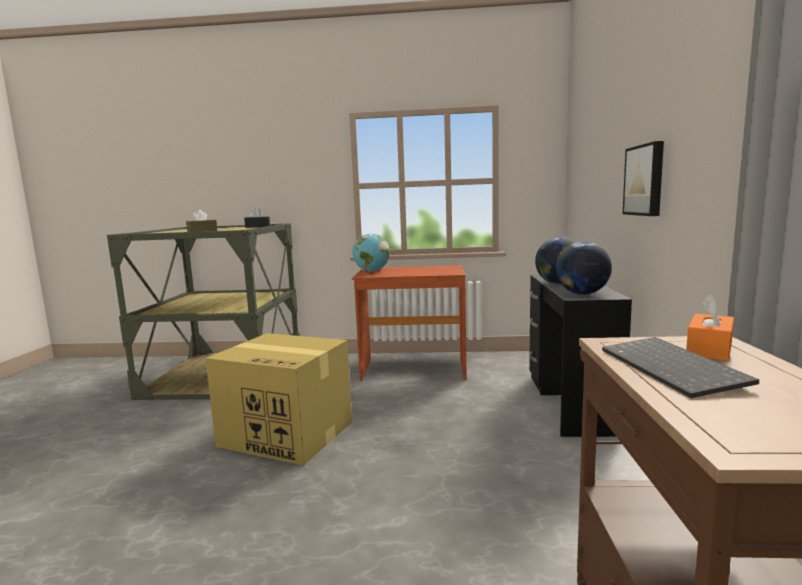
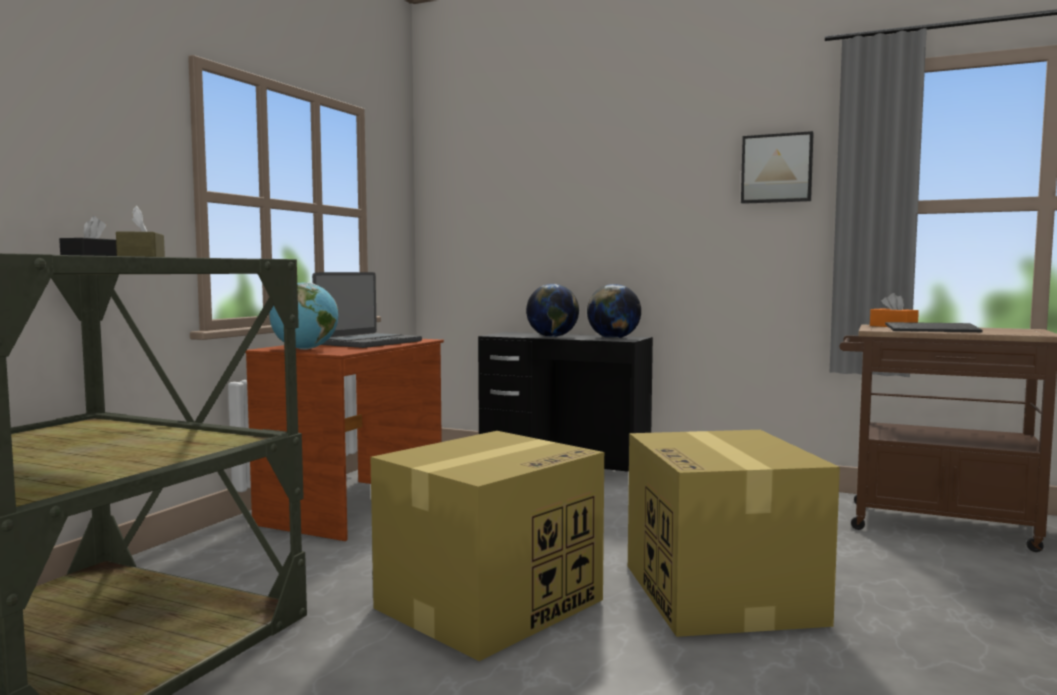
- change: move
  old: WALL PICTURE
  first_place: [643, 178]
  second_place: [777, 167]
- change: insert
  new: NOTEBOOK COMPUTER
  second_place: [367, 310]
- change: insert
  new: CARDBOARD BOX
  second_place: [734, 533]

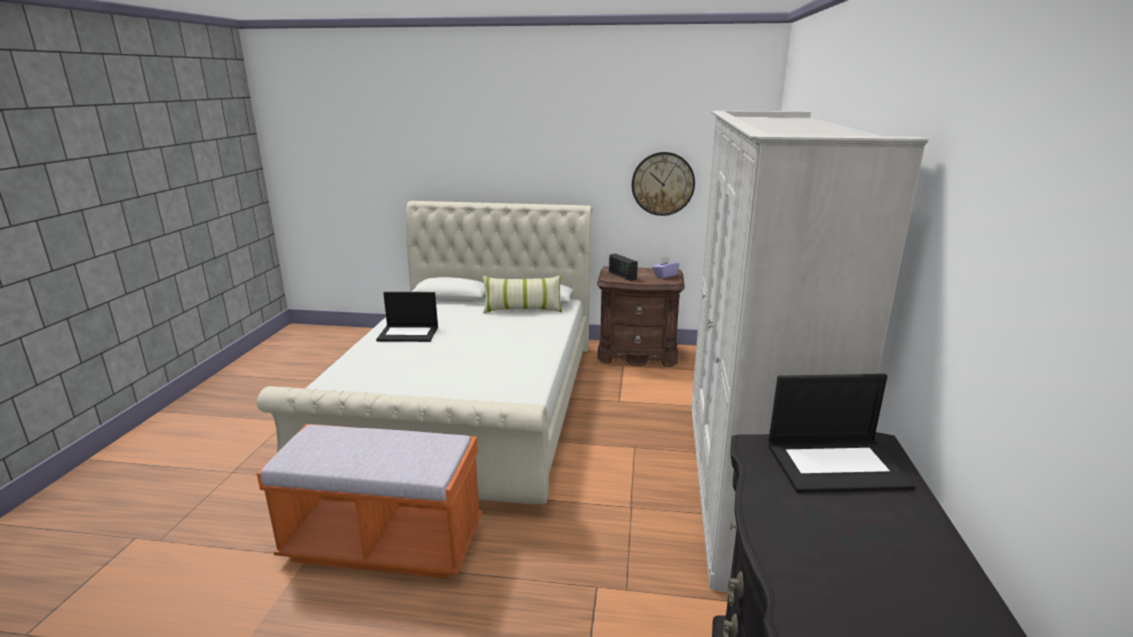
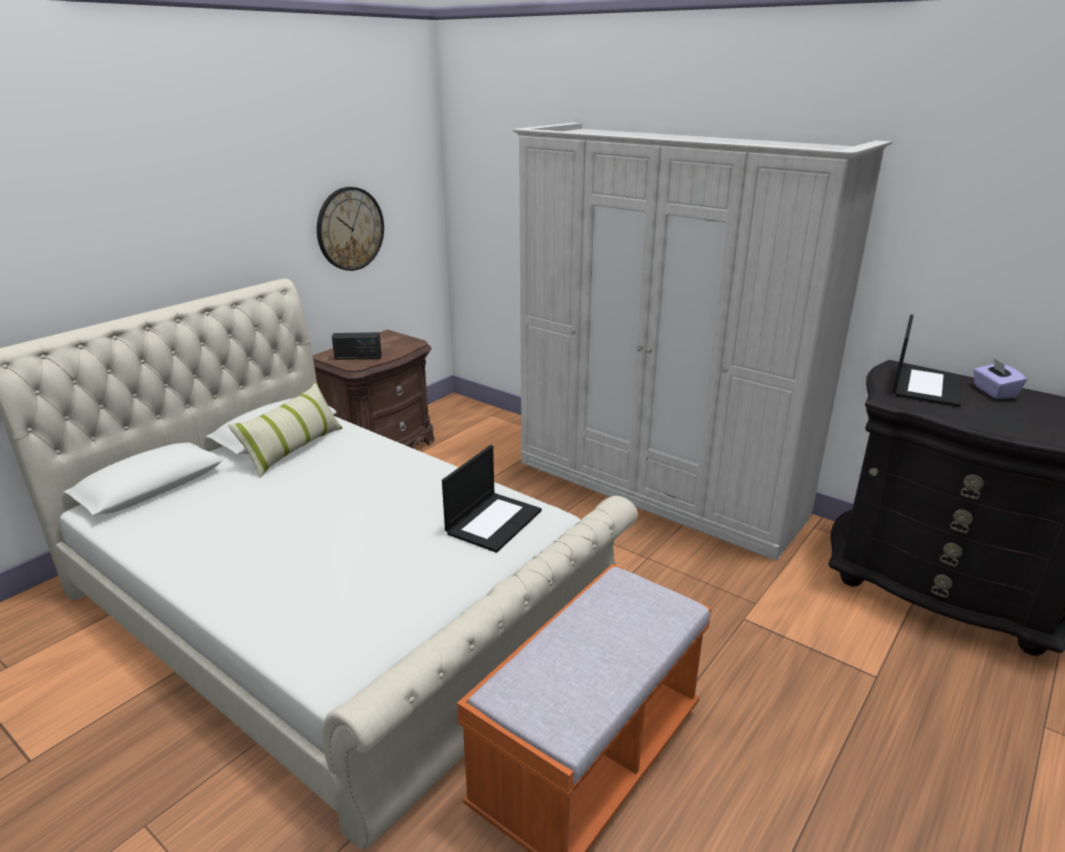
- change: move
  old: PURPLISH TISSUE BOX
  first_place: [666, 267]
  second_place: [1000, 378]
- change: move
  old: NOTEBOOK COMPUTER
  first_place: [407, 317]
  second_place: [492, 499]

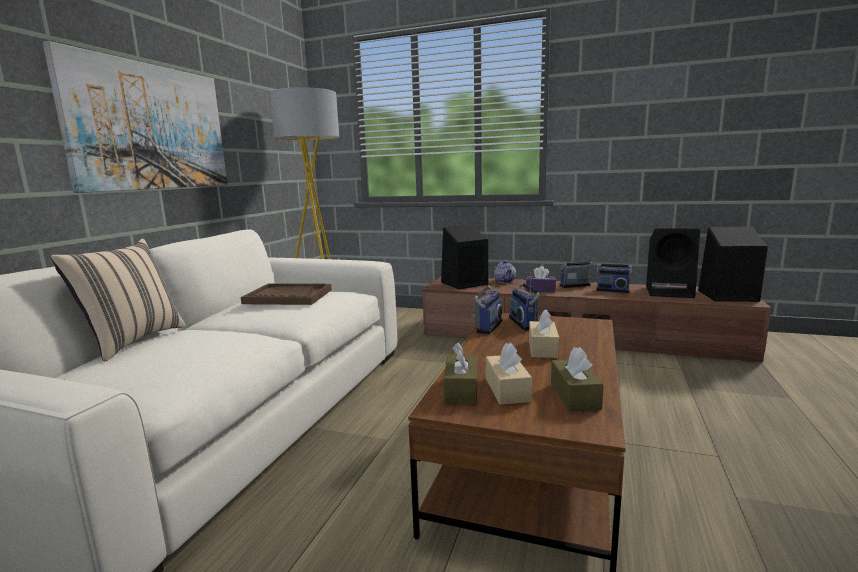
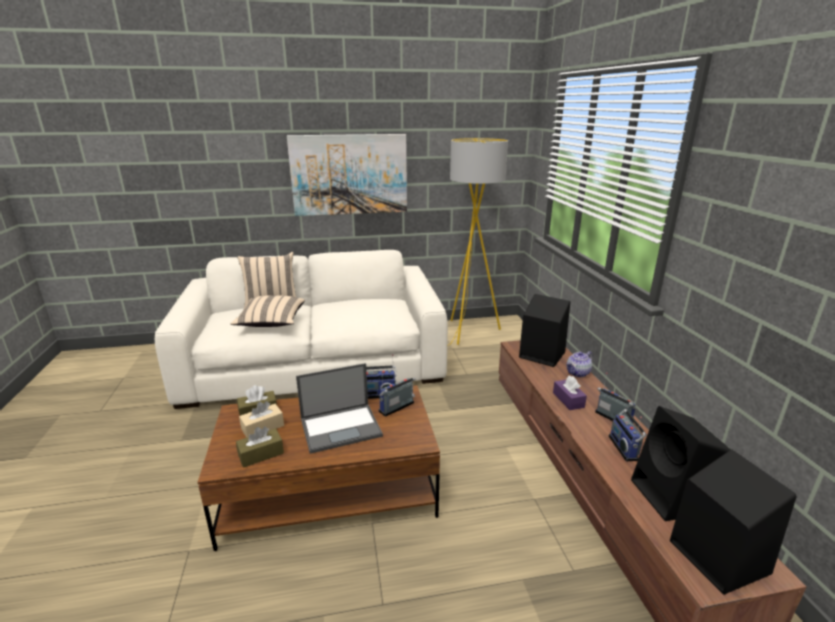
- change: delete
  old: BROWN-COLOURED TRAY
  first_place: [286, 294]
- change: replace
  old: BEIGE-COLOURED TISSUE BOX
  new: NOTEBOOK COMPUTER
  first_place: [544, 334]
  second_place: [339, 408]
- change: insert
  new: BEIGE-COLOURED CUSHION
  second_place: [268, 311]

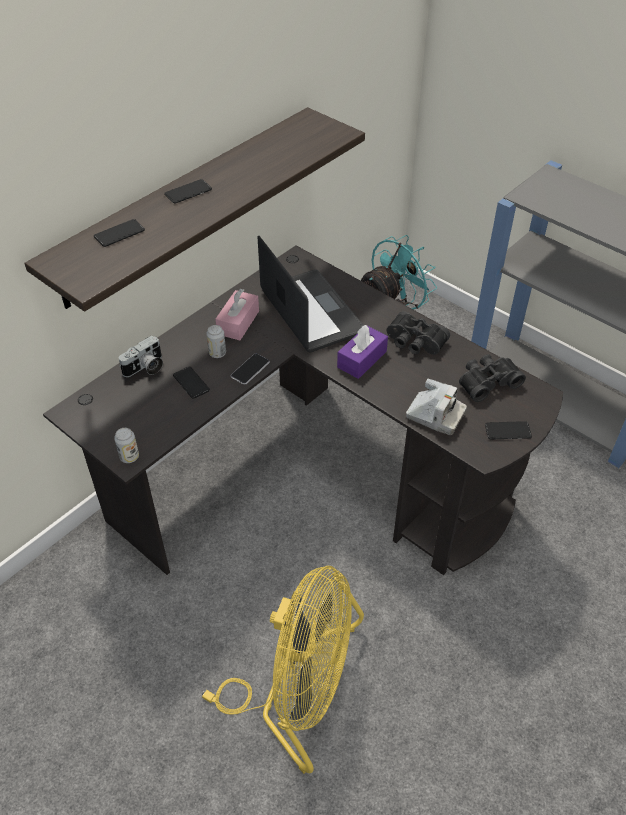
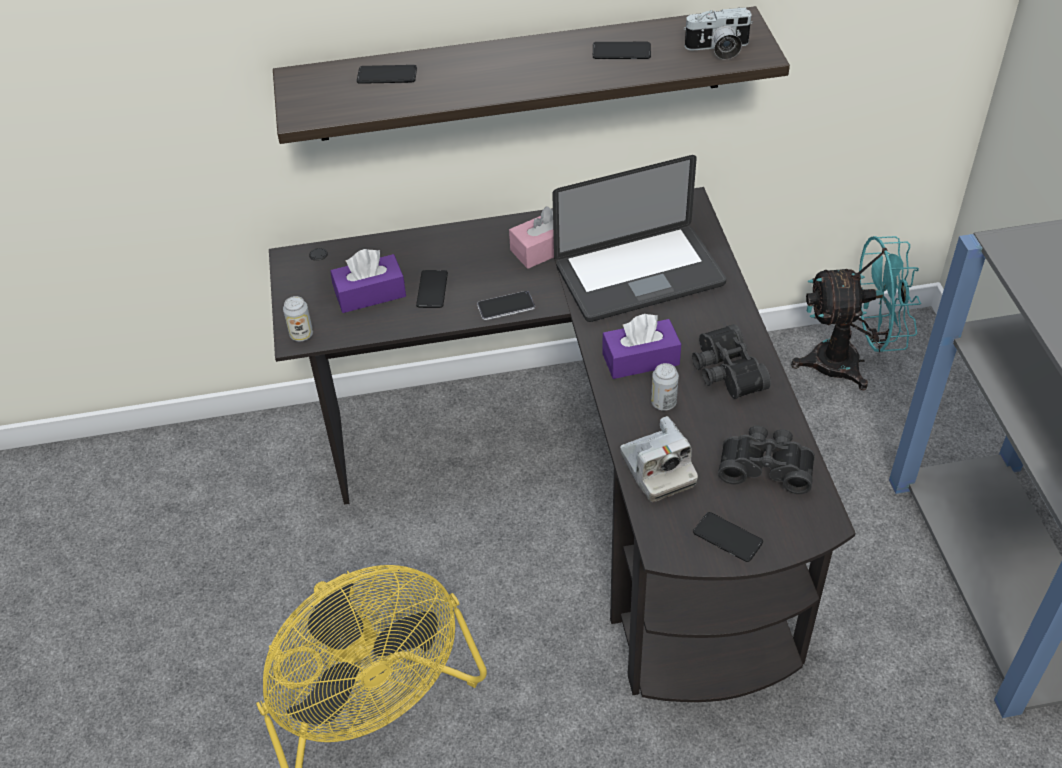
- change: move
  old: HANDSET
  first_place: [188, 191]
  second_place: [622, 50]
- change: rotate
  old: NOTEBOOK COMPUTER
  first_place: [311, 294]
  second_place: [639, 238]
  degrees: 60
- change: move
  old: CAN
  first_place: [216, 341]
  second_place: [665, 387]
- change: move
  old: STILL CAMERA
  first_place: [141, 356]
  second_place: [718, 33]
- change: insert
  new: PURPLISH TISSUE BOX
  second_place: [368, 281]

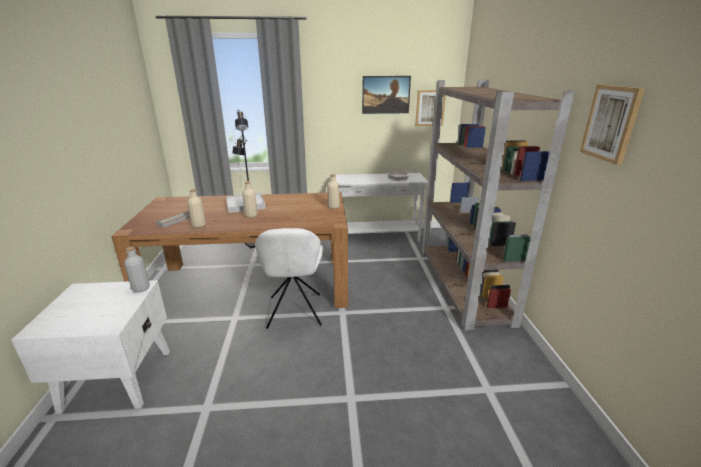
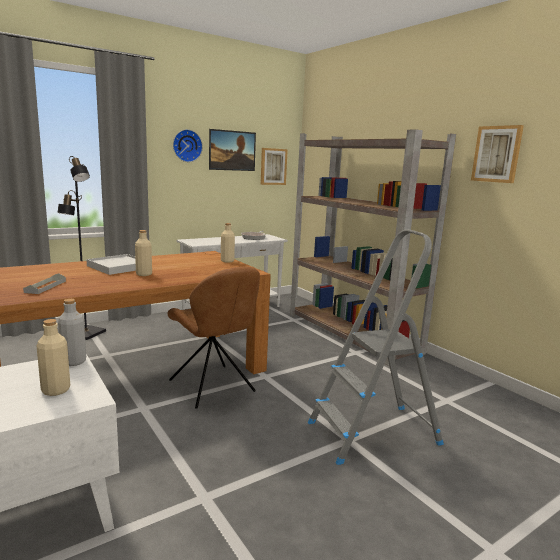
- change: move
  old: BEIGE-COLOURED DRINK BOTTLE
  first_place: [196, 208]
  second_place: [53, 357]
- change: recolor
  old: WHITE-COLOURED UPRIGHT CHAIR
  new: BROWN-COLOURED UPRIGHT CHAIR
  first_place: [289, 278]
  second_place: [213, 338]
- change: insert
  new: HANGING CLOCK
  second_place: [188, 145]
- change: insert
  new: GREYISH STEP STOOL
  second_place: [376, 347]

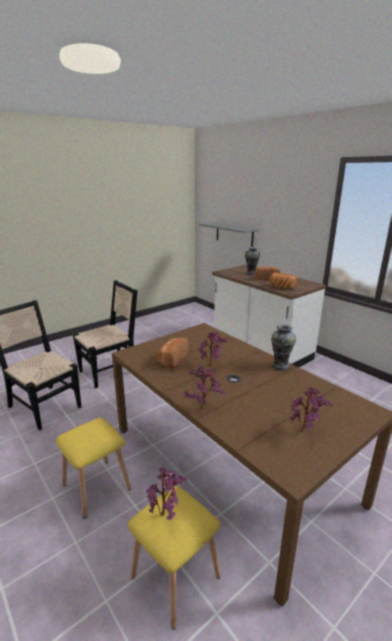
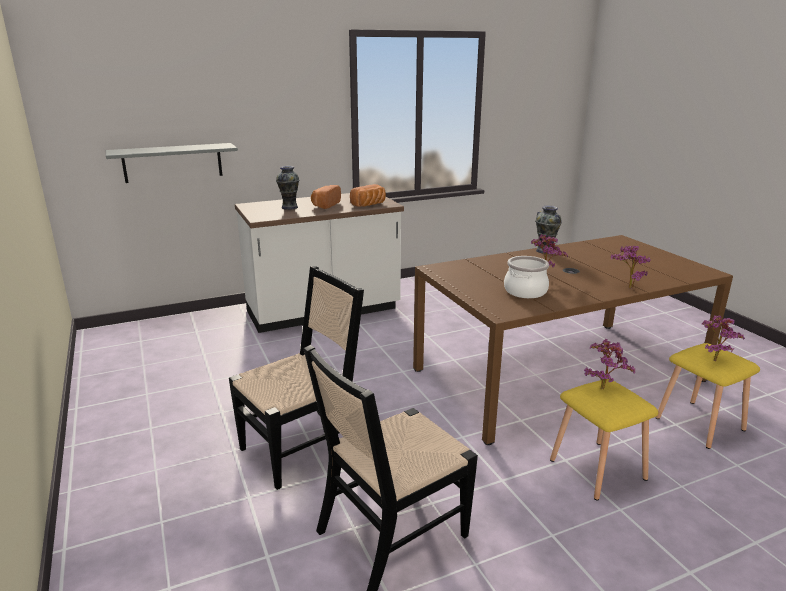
- change: rotate
  old: UPRIGHT CHAIR
  first_place: [105, 334]
  second_place: [296, 378]
  degrees: 75
- change: replace
  old: BREAD
  new: STOCKPOT
  first_place: [173, 353]
  second_place: [526, 277]
- change: move
  old: POTTED PLANT
  first_place: [311, 409]
  second_place: [609, 364]

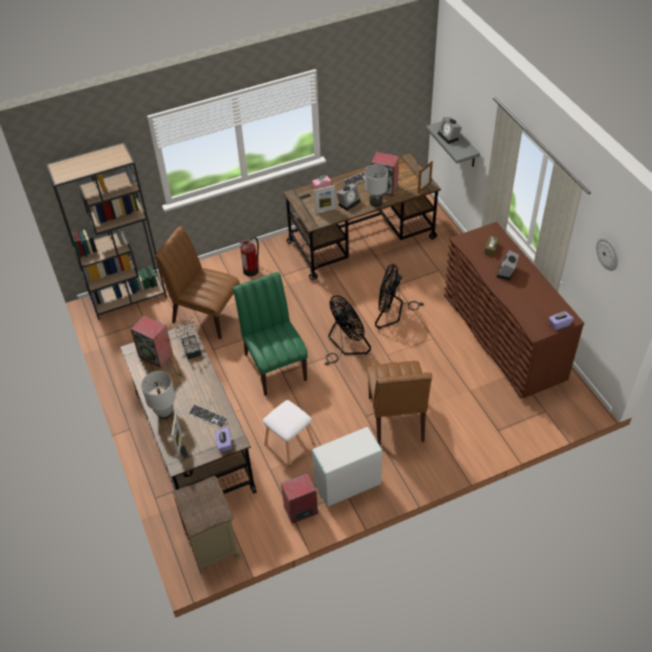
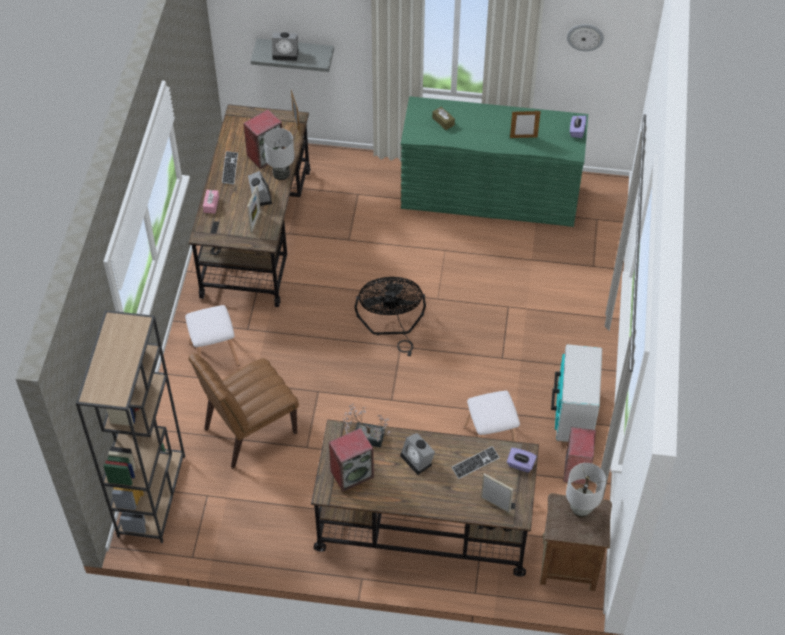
- change: recolor
  old: BROWN-COLOURED DRESSER
  new: GREEN-COLOURED DRESSER
  first_place: [514, 310]
  second_place: [494, 161]
- change: replace
  old: FIRE-FIGHTING CYLINDER
  new: WHITE-COLOURED SITTING STOOL
  first_place: [249, 256]
  second_place: [212, 335]
- change: move
  old: TABLE CLOCK
  first_place: [508, 265]
  second_place: [417, 454]
- change: delete
  old: BLACK FAN
  first_place: [399, 296]
- change: delete
  old: GREEN-COLOURED UPRIGHT CHAIR
  first_place: [270, 334]
- change: delete
  old: BROWN-COLOURED UPRIGHT CHAIR
  first_place: [399, 404]
- change: move
  old: WHITE-COLOURED TABLETOP LAMP
  first_place: [158, 395]
  second_place: [586, 490]
- change: insert
  new: PHOTO FRAME
  second_place: [525, 124]

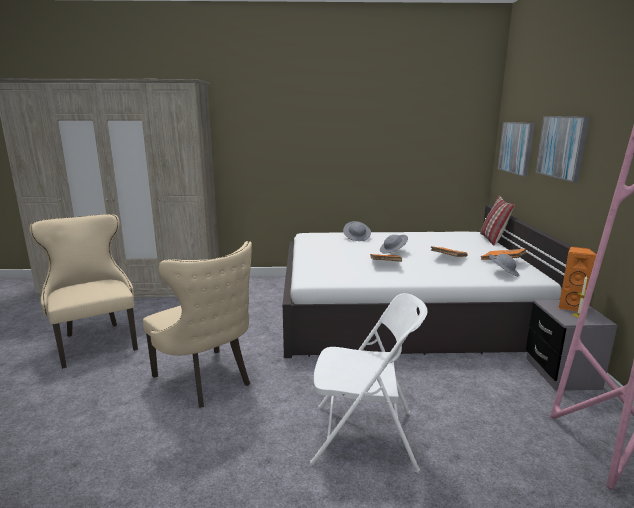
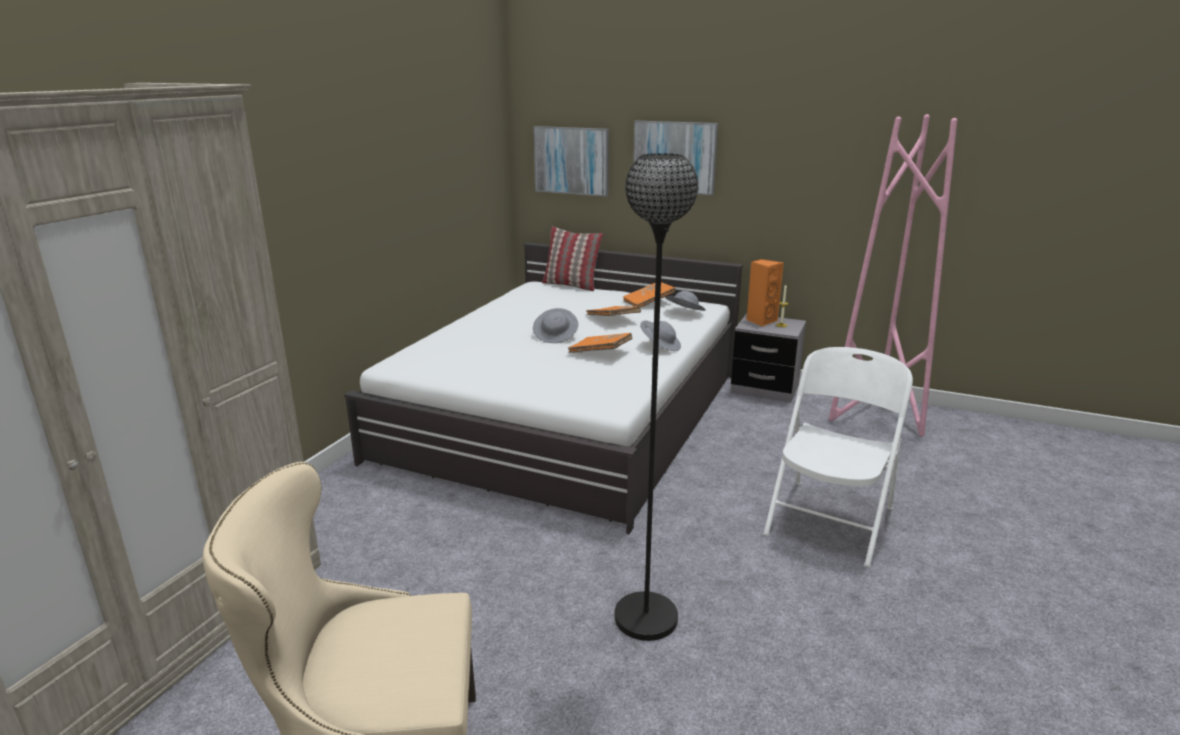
- change: move
  old: GREYISH HAT
  first_place: [357, 231]
  second_place: [660, 335]
- change: replace
  old: BEIGE-COLOURED UPRIGHT CHAIR
  new: BLACK STANDARD LAMP
  first_place: [197, 324]
  second_place: [656, 397]

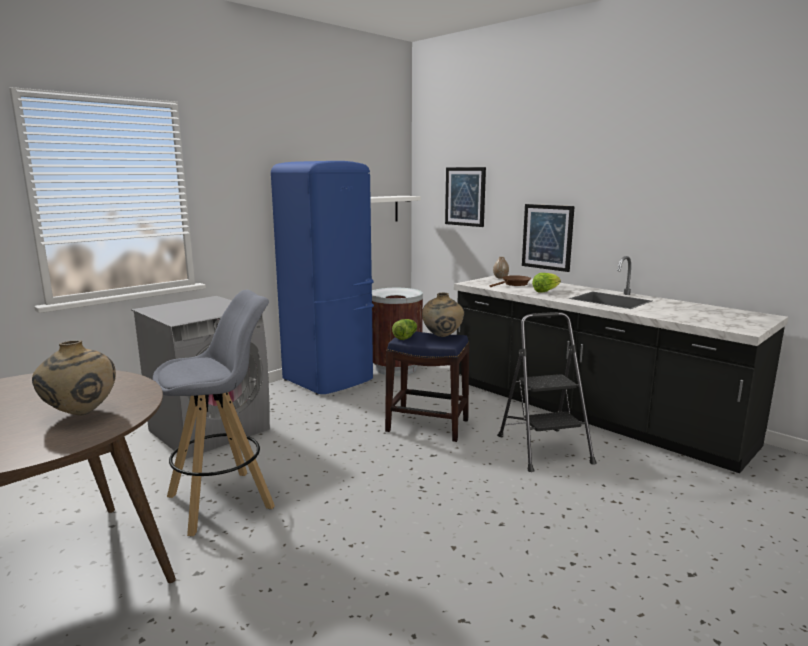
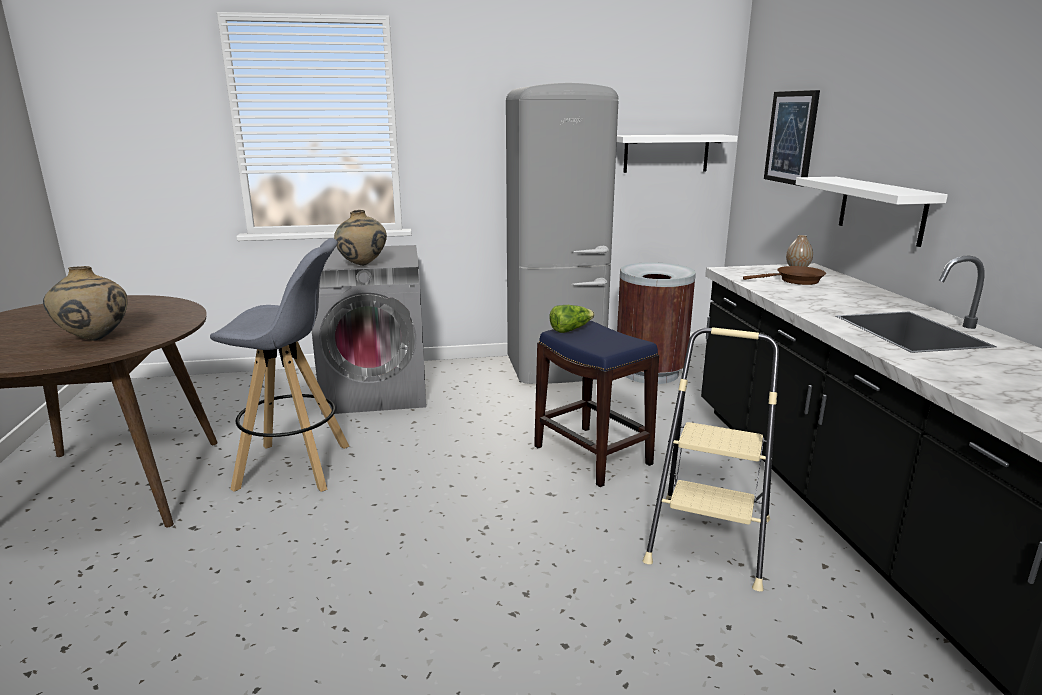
- change: recolor
  old: BLUE-COLOURED REFRIGERATOR
  new: GREYISH REFRIGERATOR
  first_place: [322, 278]
  second_place: [562, 233]
- change: replace
  old: WALL PICTURE
  new: WHITE-COLOURED SHELF
  first_place: [548, 238]
  second_place: [872, 212]
- change: delete
  old: HEAD OF LETTUCE
  first_place: [546, 282]
- change: move
  old: BEIGE-COLOURED DECORATIVE VASE
  first_place: [443, 315]
  second_place: [360, 238]
- change: recolor
  old: BLACK STEP STOOL
  new: BEIGE-COLOURED STEP STOOL
  first_place: [547, 392]
  second_place: [710, 459]

